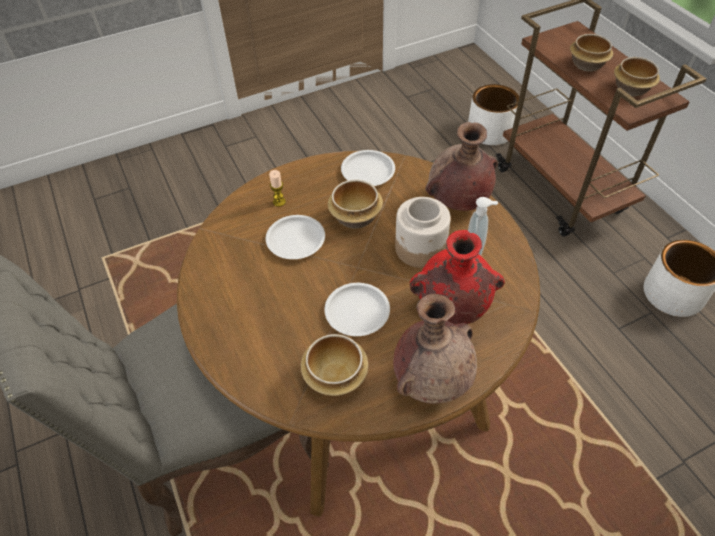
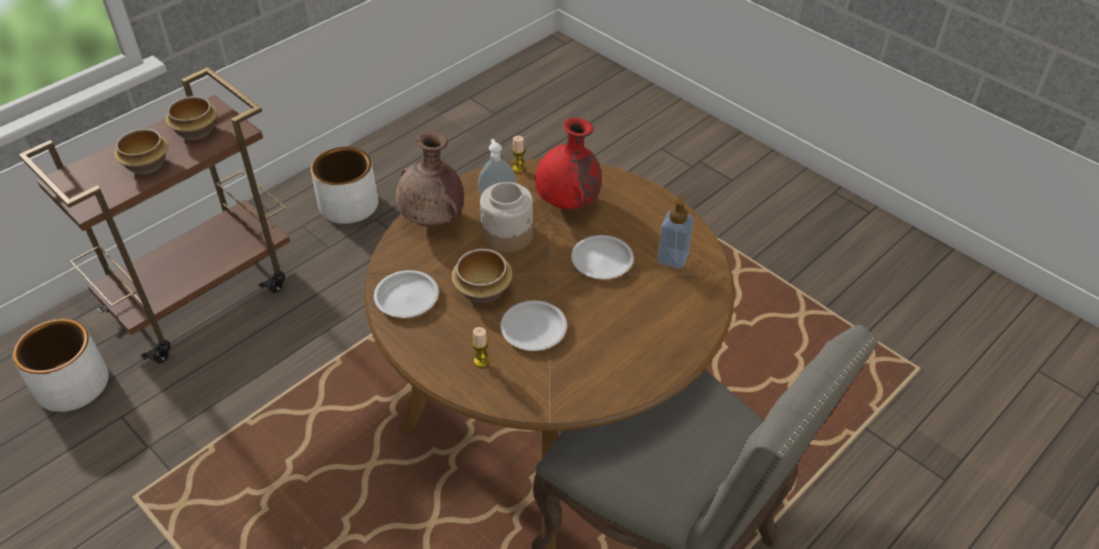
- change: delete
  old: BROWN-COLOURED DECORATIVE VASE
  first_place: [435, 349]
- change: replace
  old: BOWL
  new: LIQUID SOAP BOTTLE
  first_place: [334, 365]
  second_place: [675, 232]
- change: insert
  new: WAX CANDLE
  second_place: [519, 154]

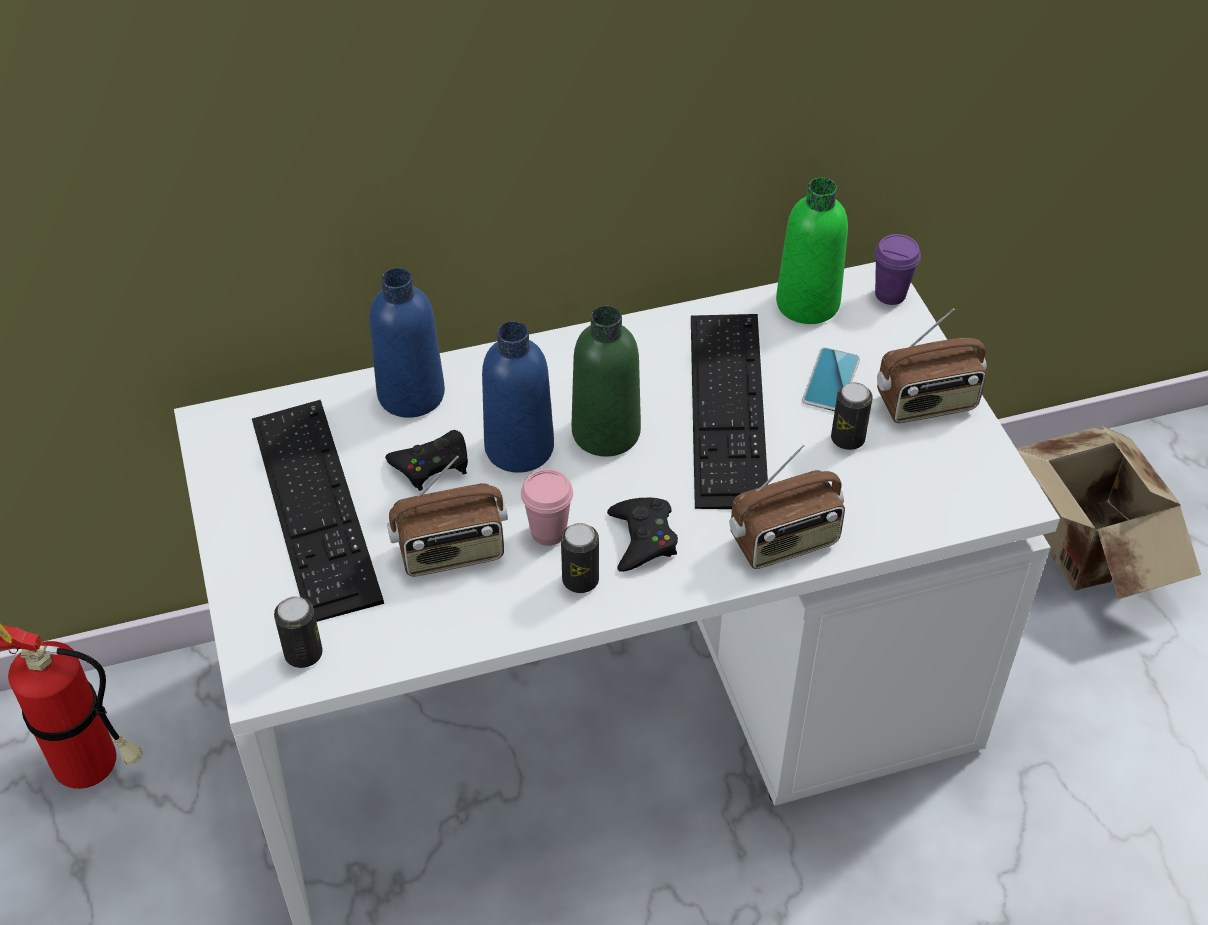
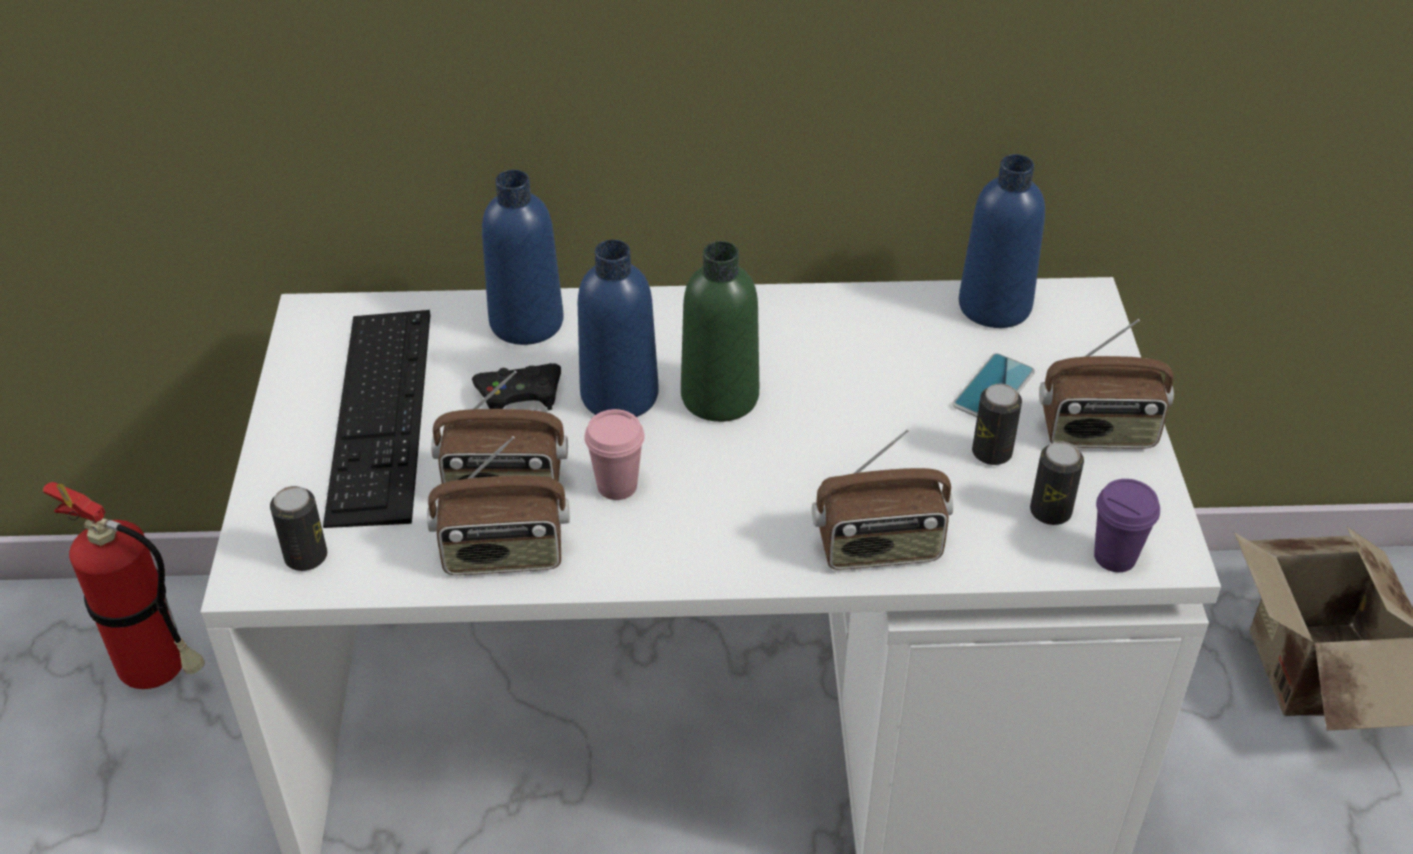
- change: recolor
  old: GREEN-COLOURED DRINK BOTTLE
  new: BLUE-COLOURED DRINK BOTTLE
  first_place: [812, 251]
  second_place: [1002, 241]
- change: move
  old: PURPLISH DRINKING CUP
  first_place: [898, 269]
  second_place: [1127, 525]
- change: delete
  old: KEYBOARD
  first_place: [729, 411]
- change: delete
  old: BLACK GAME CONTROLLER
  first_place: [642, 535]
- change: move
  old: CAN
  first_place: [580, 558]
  second_place: [1057, 483]
- change: insert
  new: RADIO RECEIVER
  second_place: [498, 505]

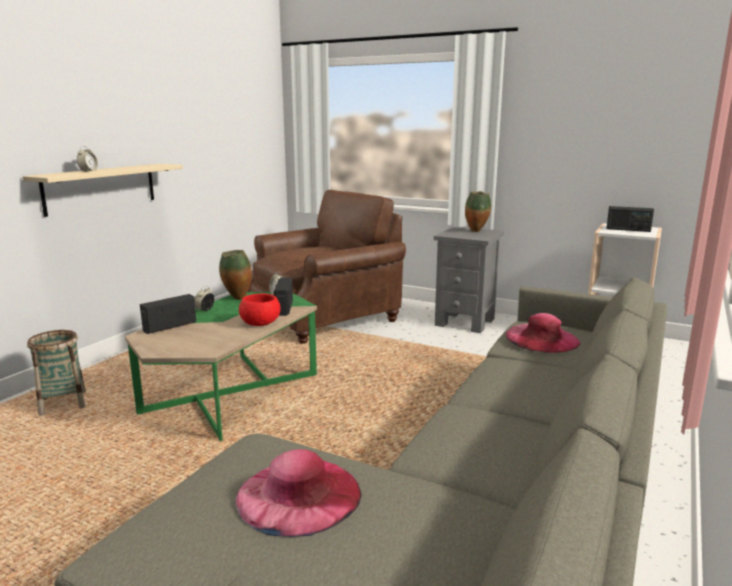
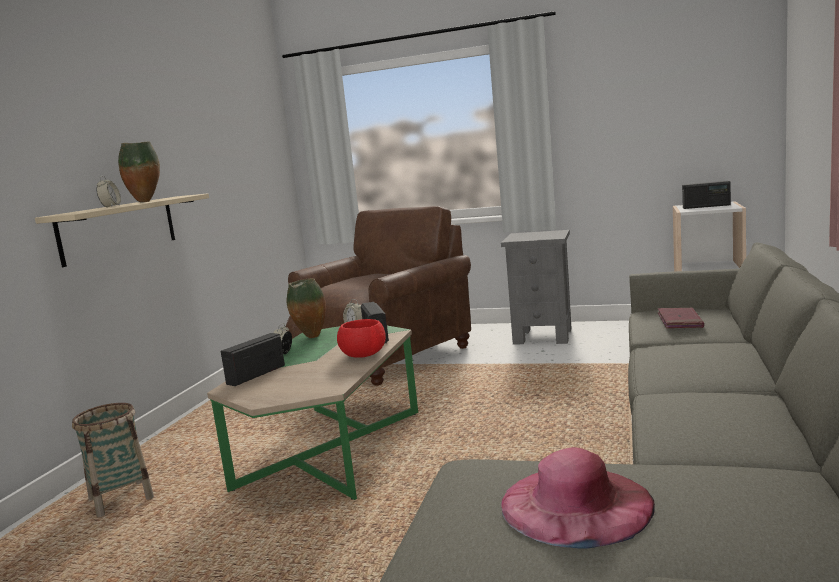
- change: move
  old: DECORATIVE VASE
  first_place: [478, 211]
  second_place: [139, 171]
- change: replace
  old: PINK-COLOURED HAT
  new: RED VOLUME
  first_place: [542, 333]
  second_place: [681, 318]

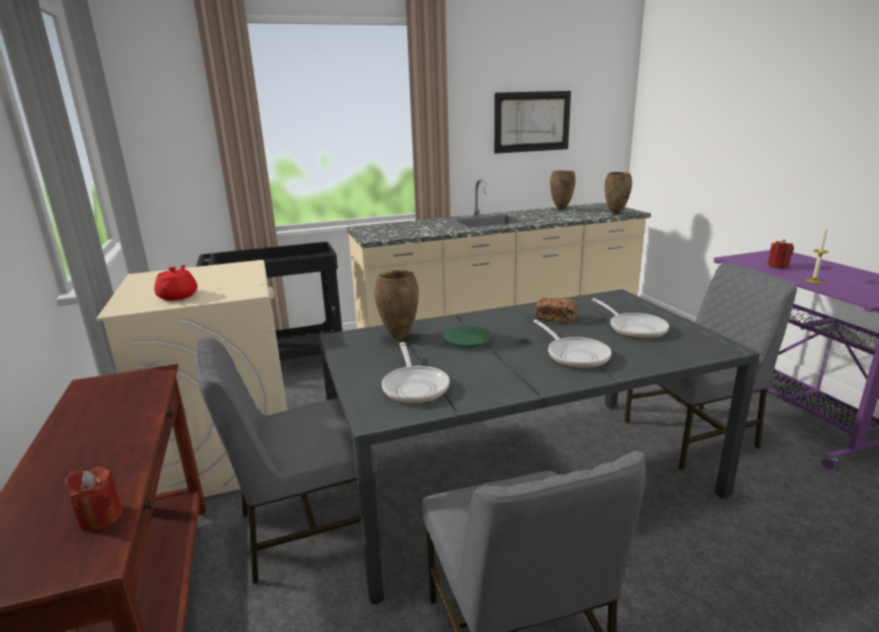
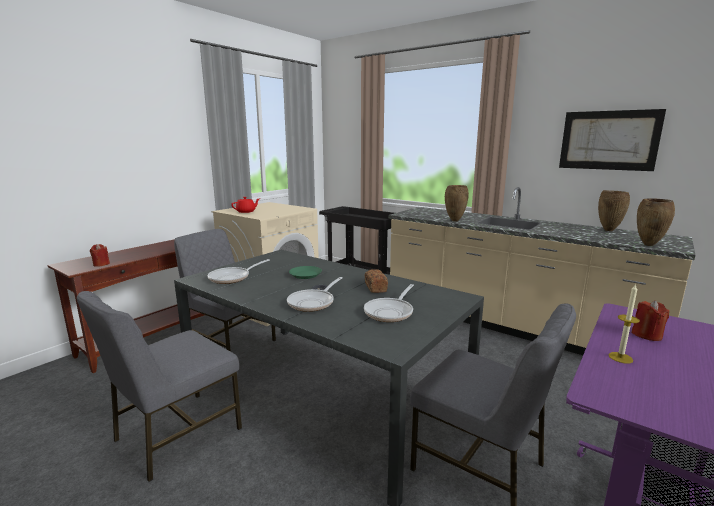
- change: move
  old: BROWN-COLOURED DECORATIVE VASE
  first_place: [397, 305]
  second_place: [457, 203]

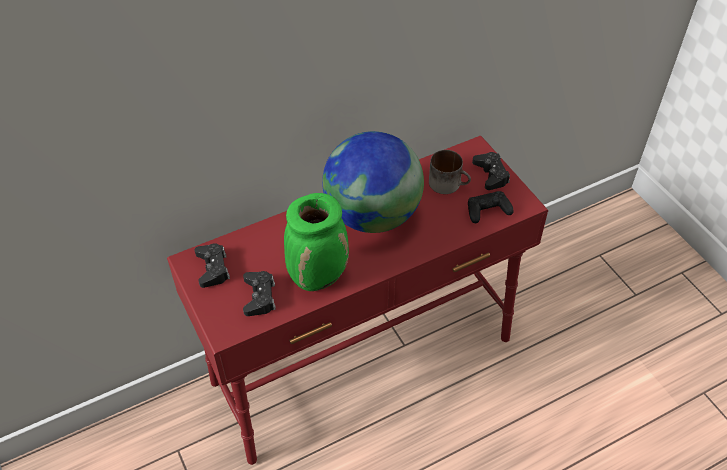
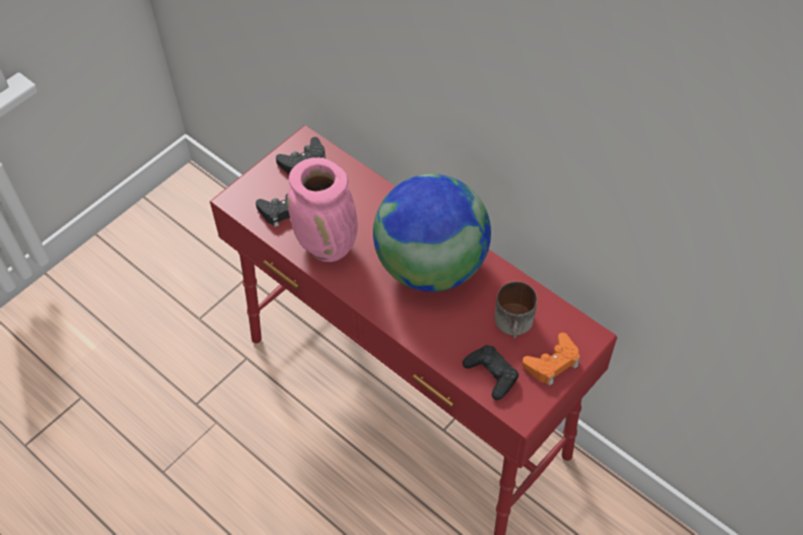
- change: recolor
  old: BLACK GAME CONTROLLER
  new: ORANGEY GAME CONTROLLER
  first_place: [491, 171]
  second_place: [551, 359]
- change: recolor
  old: GREEN-COLOURED DECORATIVE VASE
  new: PINK-COLOURED DECORATIVE VASE
  first_place: [316, 242]
  second_place: [322, 210]

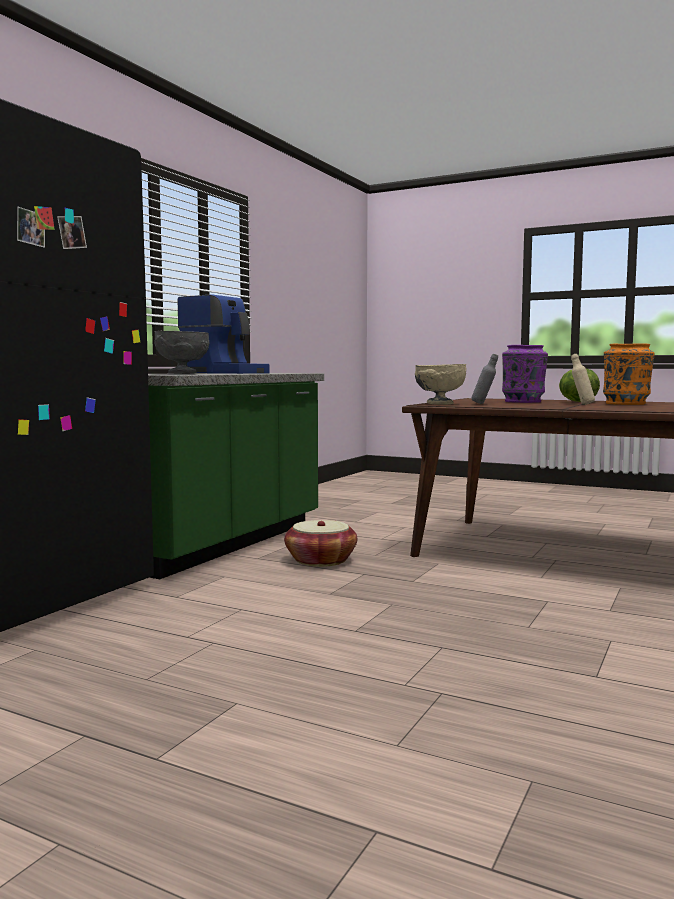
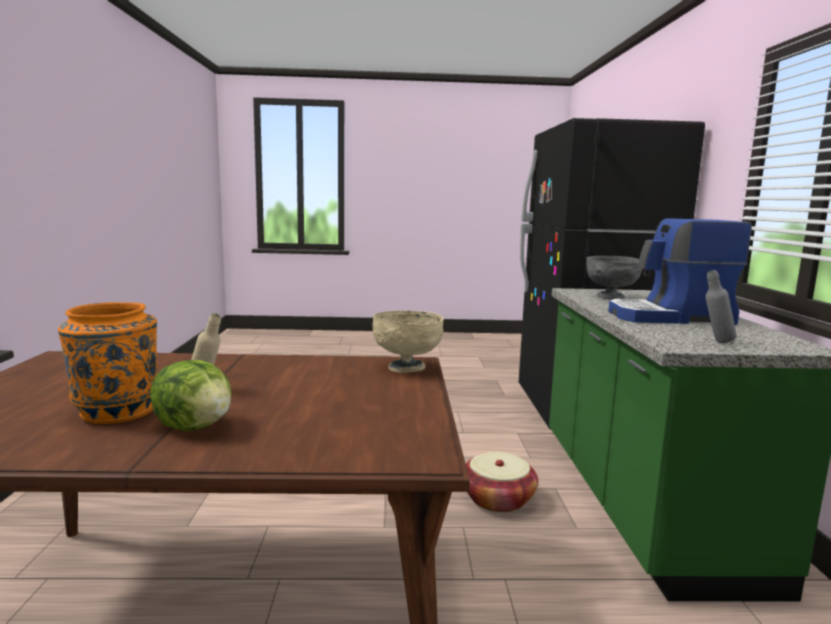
- change: delete
  old: PURPLISH DECORATIVE VASE
  first_place: [525, 374]
- change: move
  old: GREYISH DRINK BOTTLE
  first_place: [485, 379]
  second_place: [721, 306]

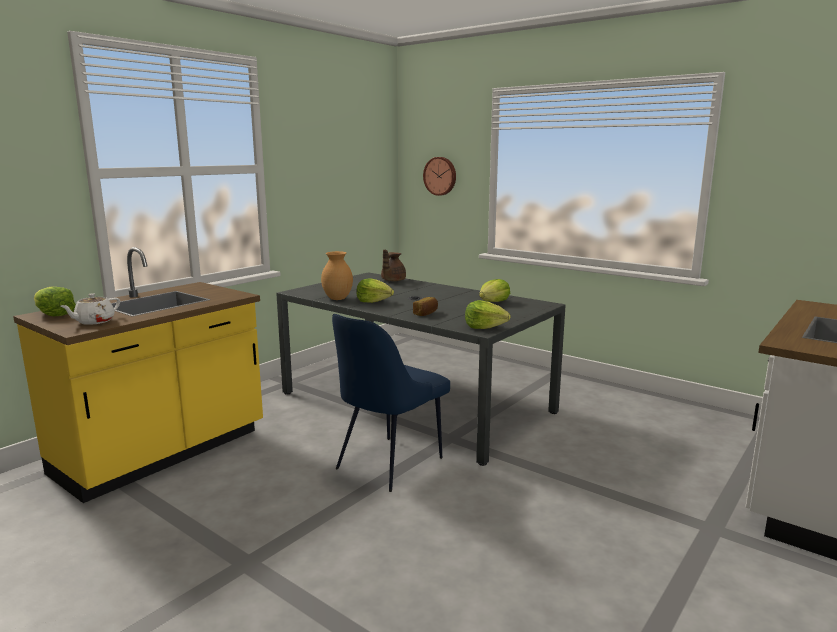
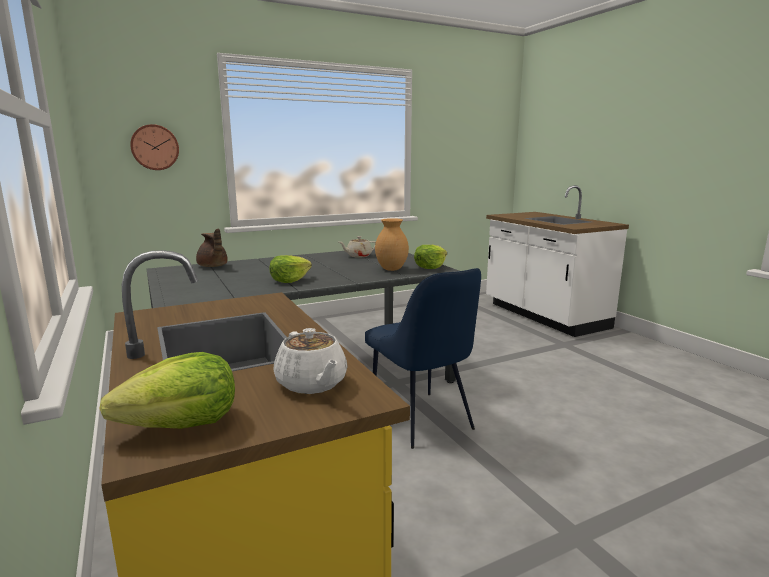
- change: move
  old: BROWN-COLOURED DECORATIVE VASE
  first_place: [337, 275]
  second_place: [392, 244]
- change: replace
  old: HEAD OF LETTUCE
  new: BEIGE-COLOURED TEAPOT
  first_place: [494, 290]
  second_place: [357, 247]
- change: delete
  old: BREAD
  first_place: [425, 306]

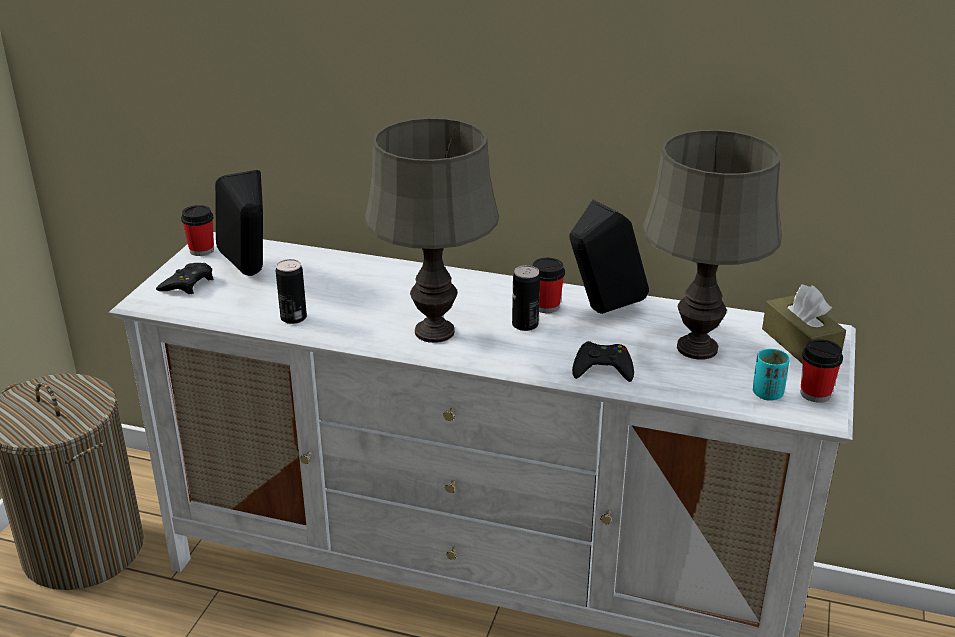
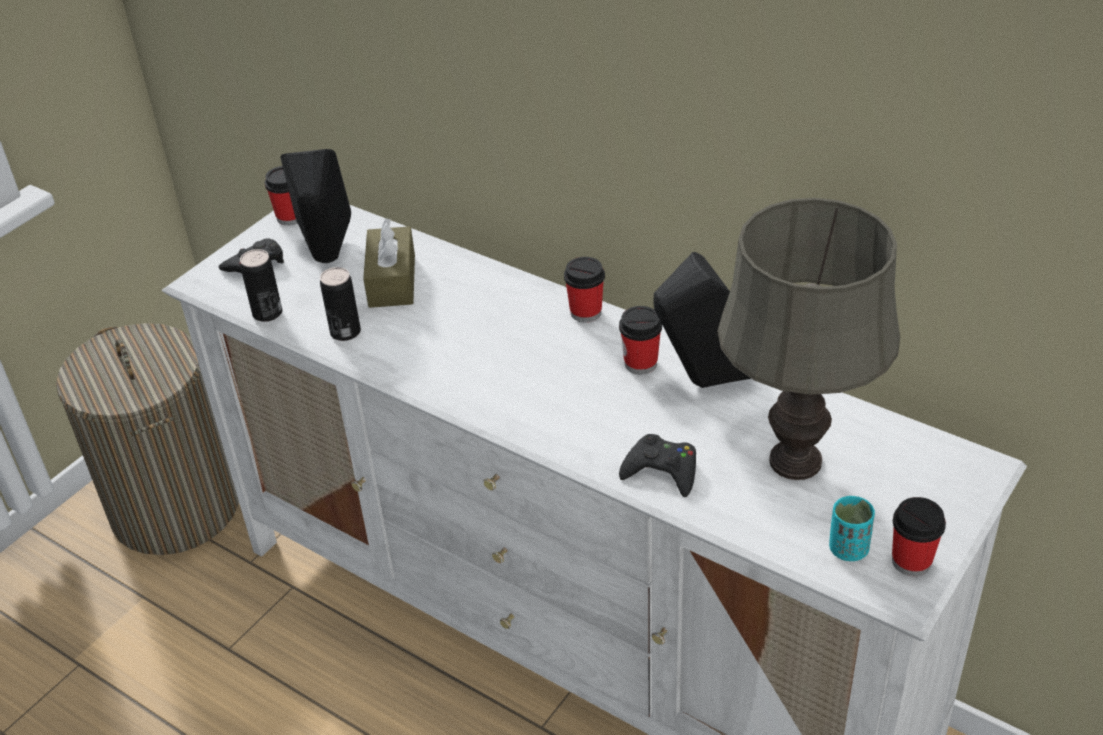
- change: delete
  old: GREYISH TABLETOP LAMP
  first_place: [432, 230]
- change: move
  old: CAN
  first_place: [526, 298]
  second_place: [261, 285]
- change: move
  old: BROWN-COLOURED TISSUE BOX
  first_place: [804, 324]
  second_place: [389, 263]
- change: insert
  new: DRINKING CUP
  second_place: [584, 290]

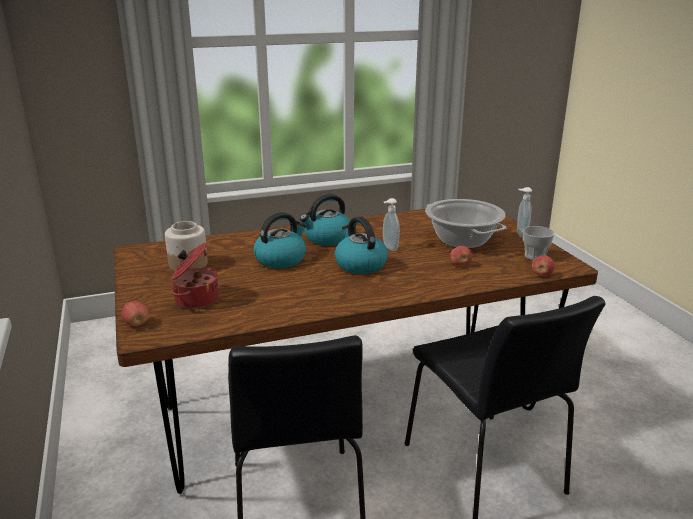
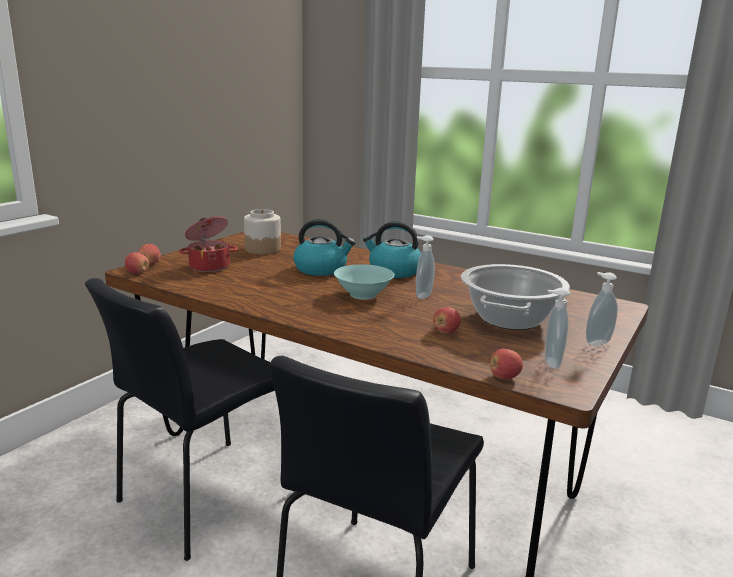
- change: replace
  old: TEA KETTLE
  new: TURQUOISE BOWL
  first_place: [361, 245]
  second_place: [364, 281]
- change: replace
  old: DRINKING CUP
  new: LIQUID SOAP BOTTLE
  first_place: [538, 243]
  second_place: [557, 328]
- change: insert
  new: APPLE FRUIT
  second_place: [137, 263]

